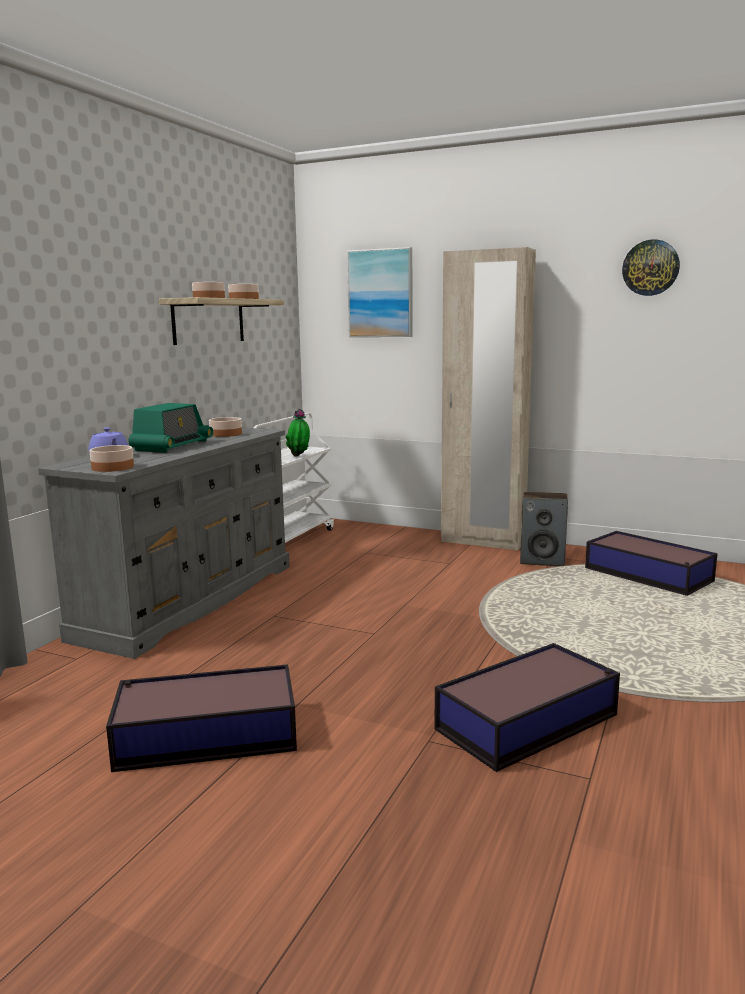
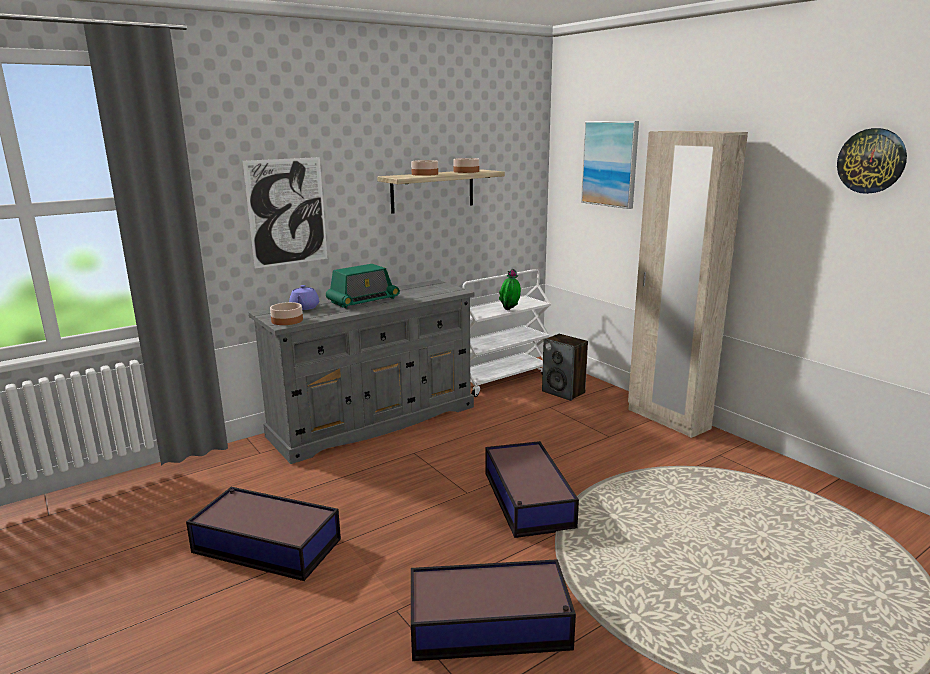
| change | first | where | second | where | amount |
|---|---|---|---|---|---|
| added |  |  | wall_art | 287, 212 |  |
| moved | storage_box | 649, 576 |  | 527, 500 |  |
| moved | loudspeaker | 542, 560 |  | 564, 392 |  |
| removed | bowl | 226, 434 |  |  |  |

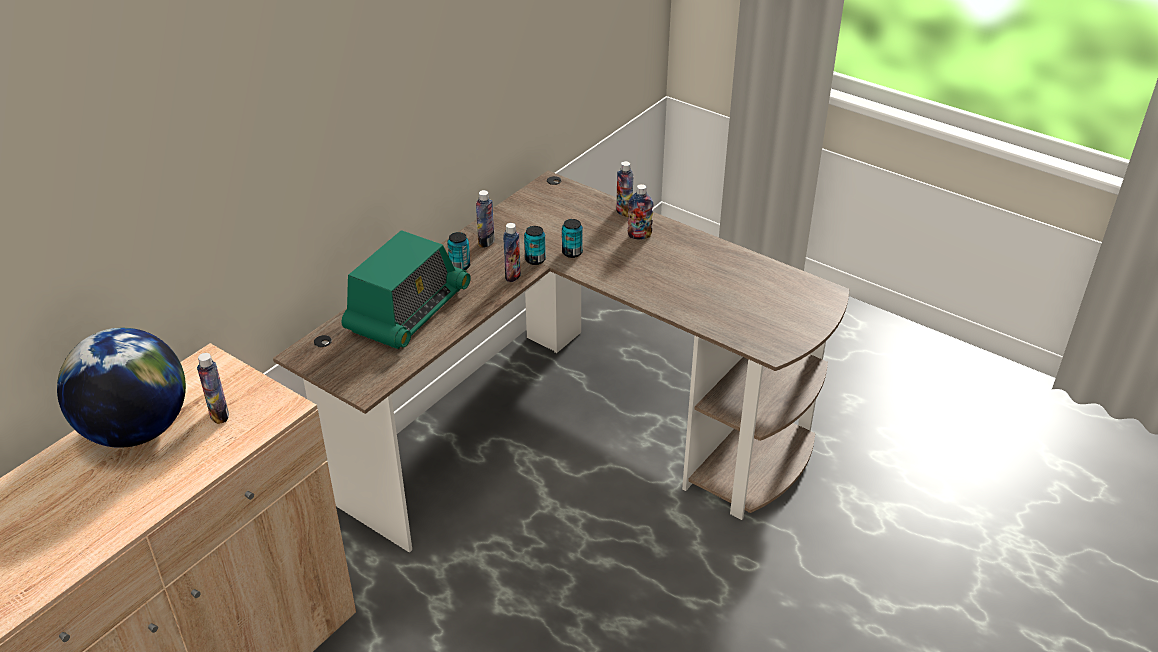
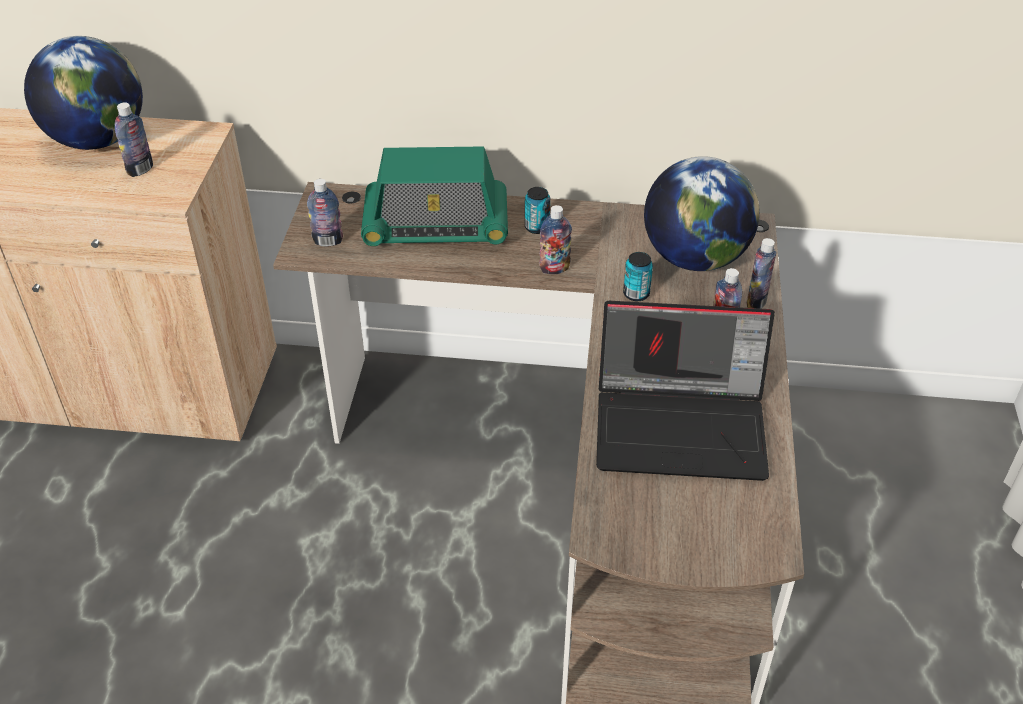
| change | first | where | second | where | amount |
|---|---|---|---|---|---|
| moved | bottle | 486, 242 |  | 328, 241 |  |
| added |  |  | laptop | 682, 426 |  |
| added |  |  | world_globe | 695, 258 |  |
| removed | metal_can | 535, 260 |  |  |  |

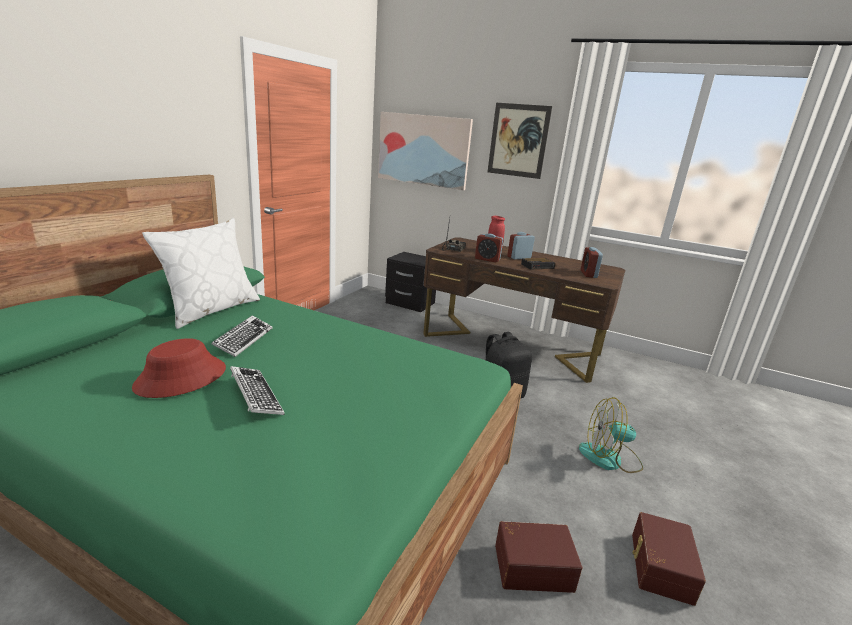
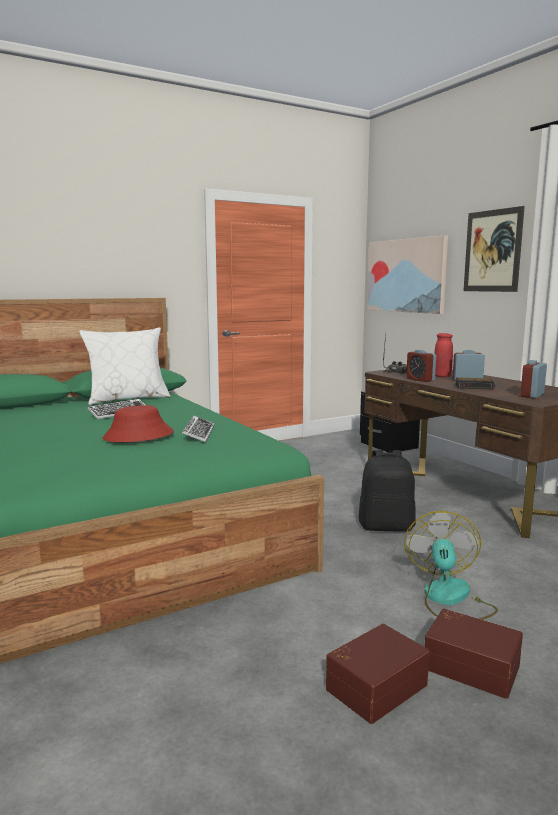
| change | first | where | second | where | amount |
|---|---|---|---|---|---|
| moved | reddish_clothing_hat | 181, 378 |  | 138, 436 |  |
| moved | PC_keyboard | 255, 395 |  | 198, 433 |  |
| turned | fan | 610, 458 |  | 449, 599 | 60 degrees clockwise |
| moved | brown-coloured_storage_box | 533, 565 |  | 471, 665 |  |

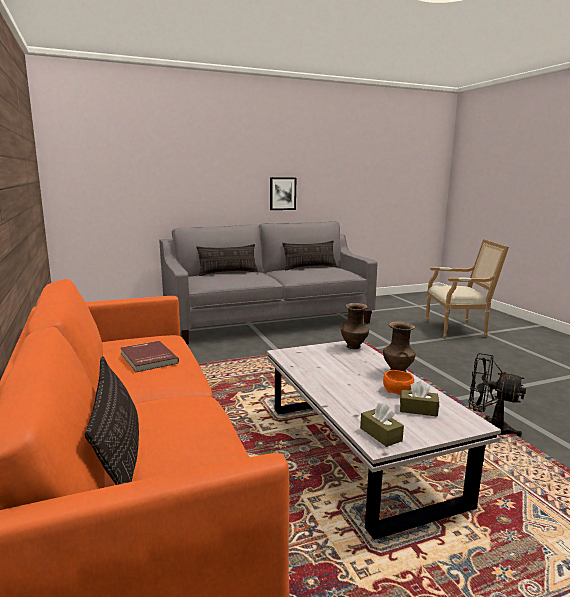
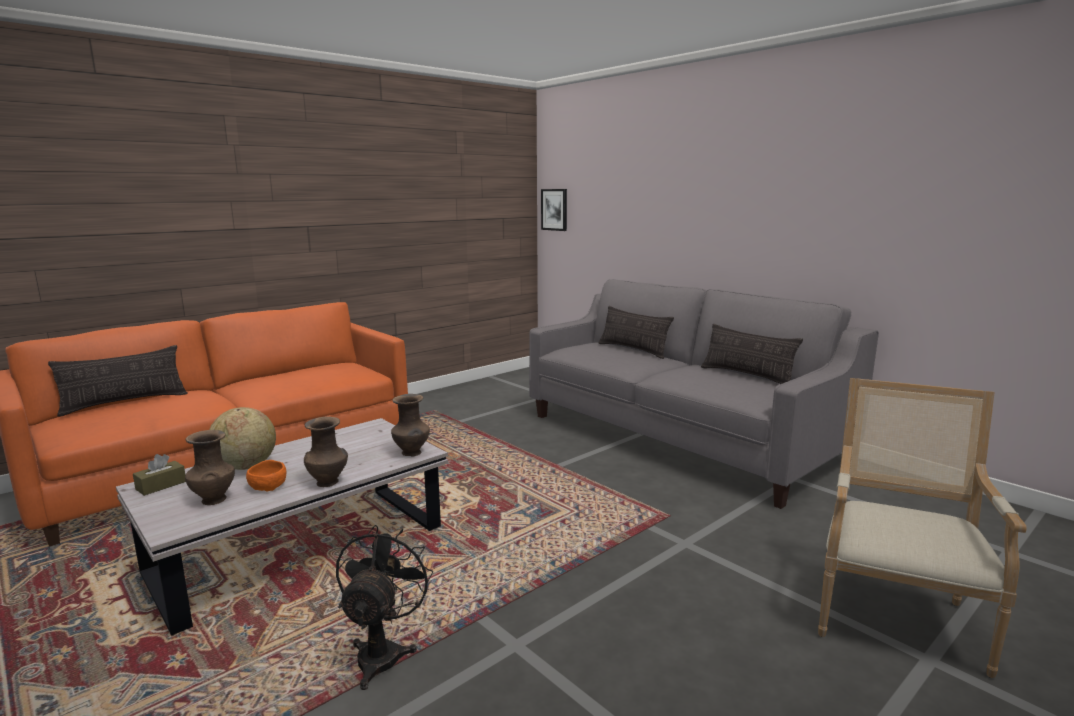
| change | first | where | second | where | amount |
|---|---|---|---|---|---|
| replaced | brown-coloured_tissue_holder | 418, 409 | brown-coloured_decorative_vase | 213, 499 |  |
| added |  |  | world_globe | 245, 466 |  |
| moved | wall_art | 282, 193 |  | 554, 209 |  |
| turned | lounge_chair | 458, 329 |  | 895, 616 | 135 degrees counterclockwise |
| removed | reddish_book | 147, 358 |  |  |  |

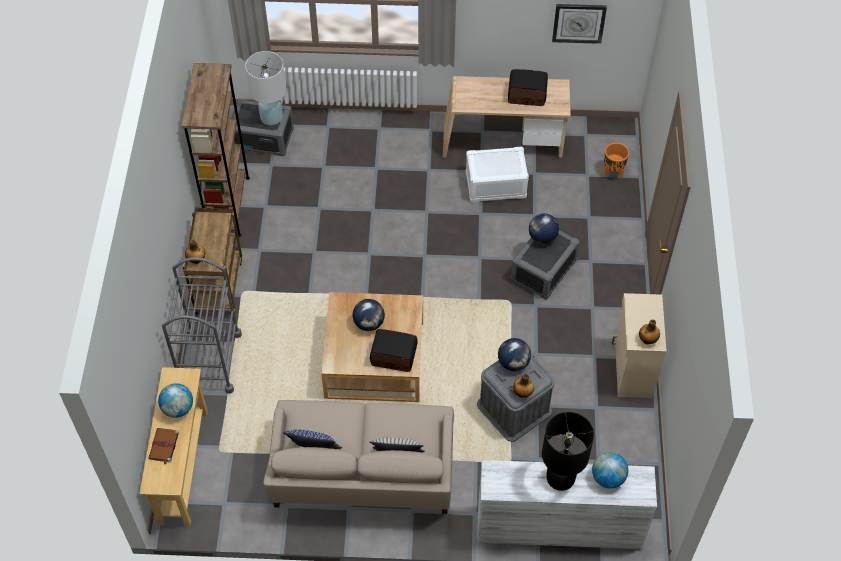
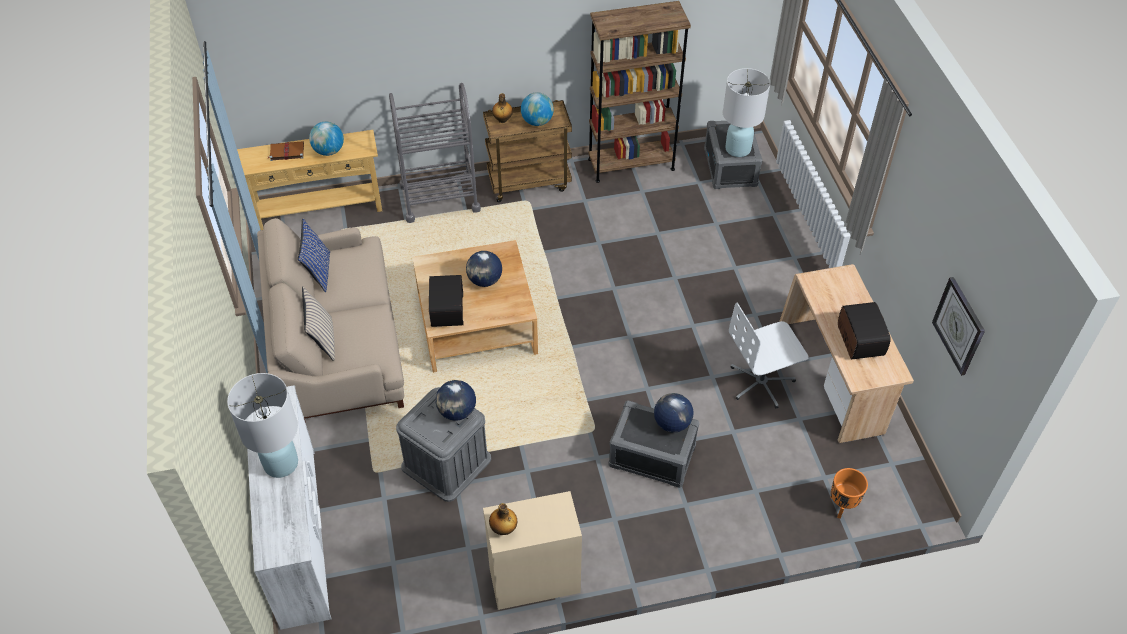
| change | first | where | second | where | amount |
|---|---|---|---|---|---|
| recoloured | black_table_lamp | 560, 478 | white-coloured_table_lamp | 281, 464 |  |
| moved | world_globe | 608, 478 |  | 537, 121 |  |
| replaced | white-coloured_storage_box | 495, 185 | white-coloured_desk_chair | 761, 382 |  |
| removed | bottle | 523, 393 |  |  |  |

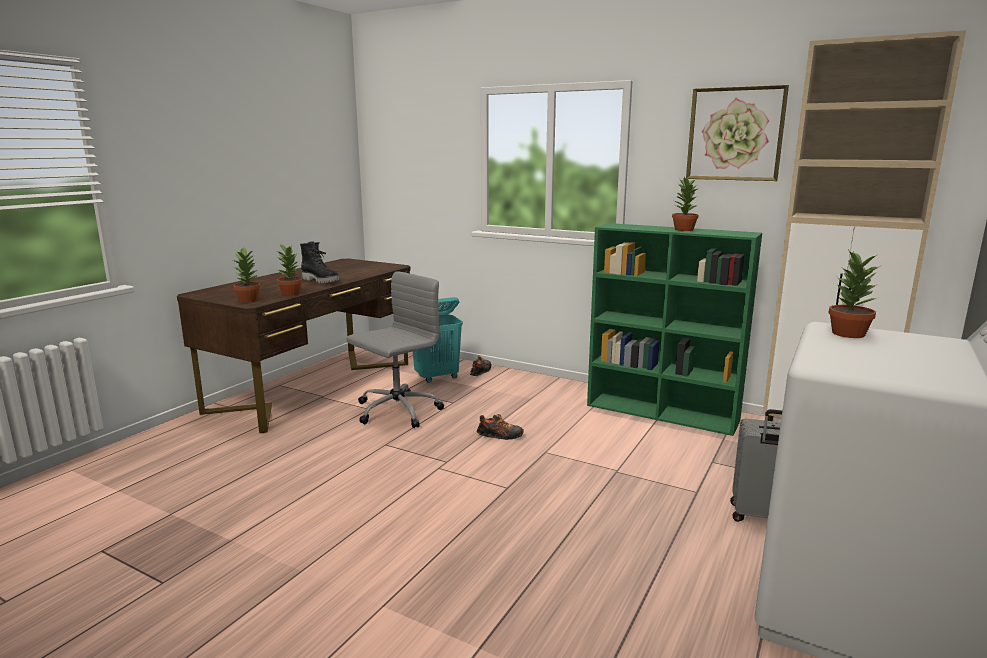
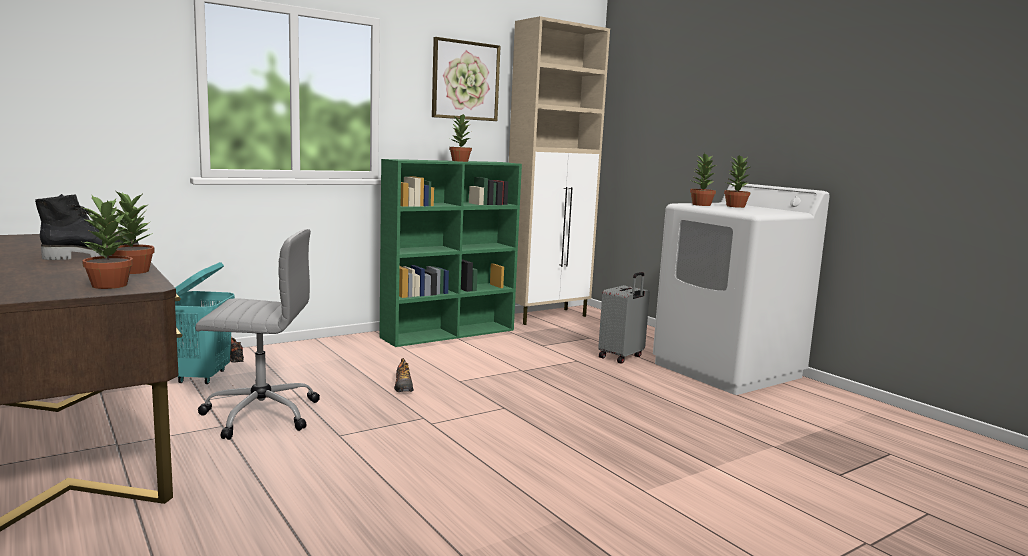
| change | first | where | second | where | amount |
|---|---|---|---|---|---|
| turned | grey_desk_chair | 396, 411 |  | 259, 414 | 105 degrees clockwise |
| turned | low_shoe | 500, 436 |  | 403, 387 | 135 degrees clockwise |
| added |  |  | houseplant | 735, 206 |  |

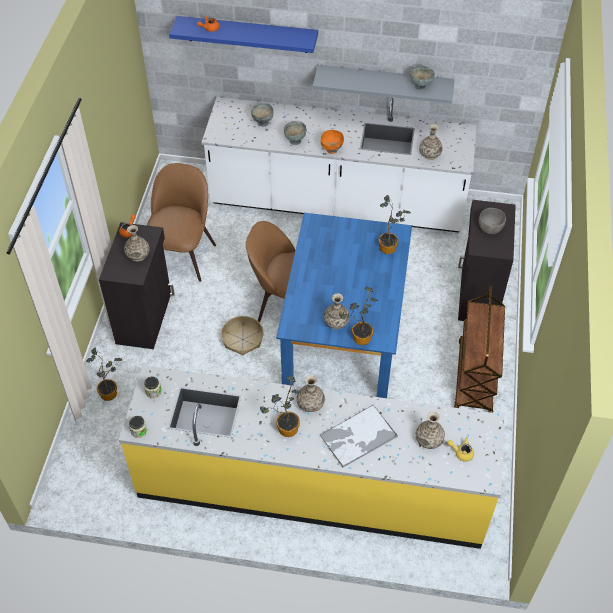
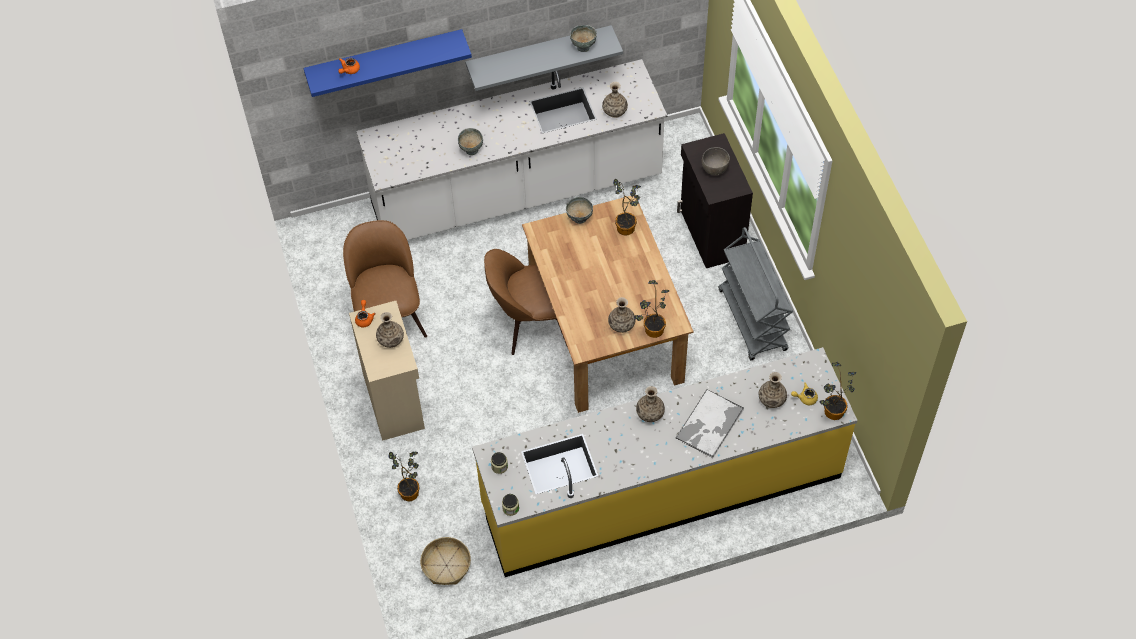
| change | first | where | second | where | amount |
|---|---|---|---|---|---|
| recoloured | black_cabinet | 145, 317 | beige-coloured_cabinet | 394, 400 |  |
| moved | storage_basket | 242, 339 |  | 446, 565 |  |
| recoloured | blue-coloured_dinner_table | 343, 334 | brown-coloured_dinner_table | 604, 330 |  |
| moved | grey_bowl | 262, 122 |  | 579, 218 |  |
| recoloured | brown-coloured_cart | 475, 378 | grey_cart | 753, 320 |  |
| moved | houseplant | 284, 429 |  | 831, 413 |  |
| removed | orangey_bowl | 331, 150 |  |  |  |

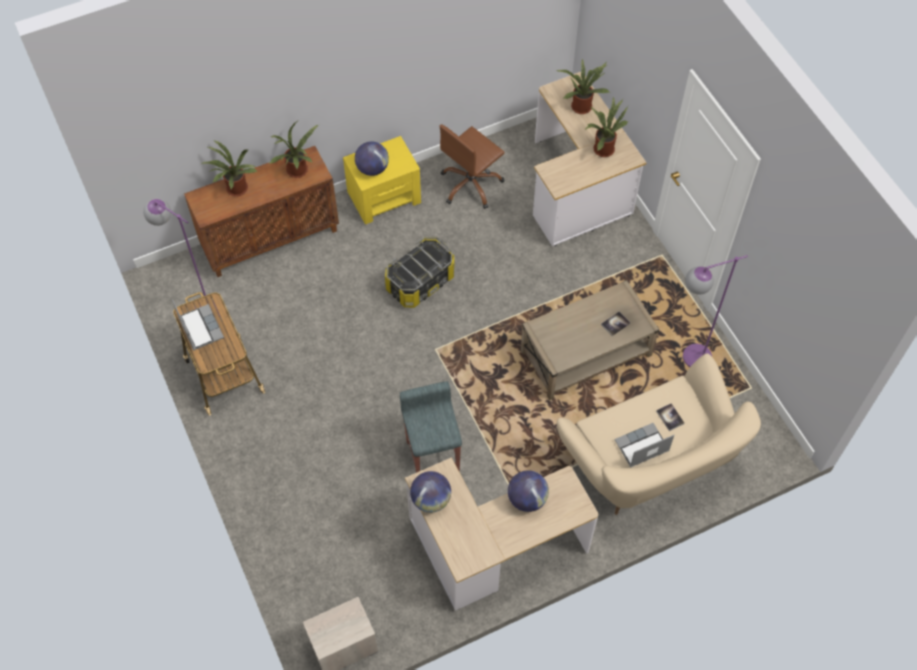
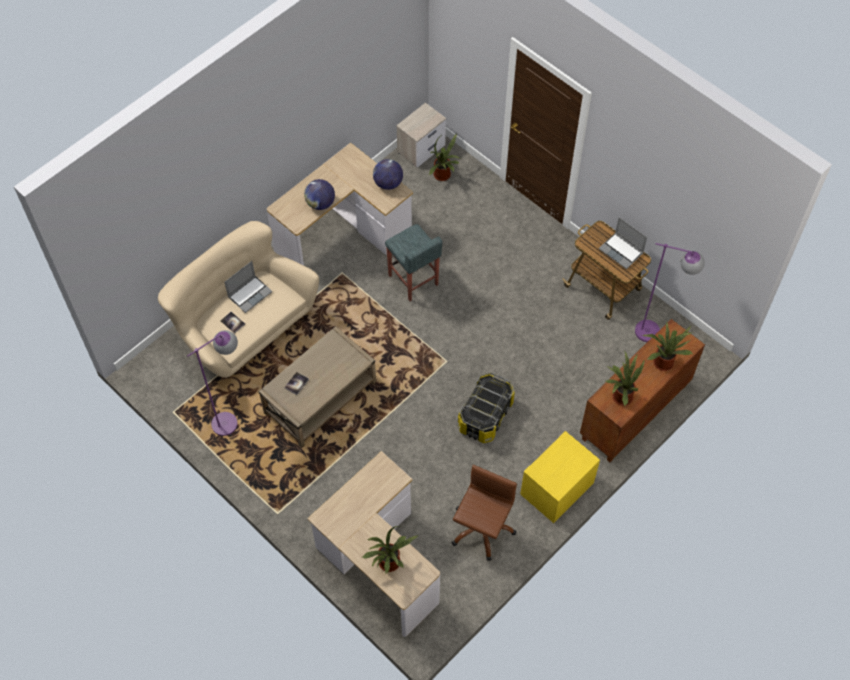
| change | first | where | second | where | amount |
|---|---|---|---|---|---|
| moved | houseplant | 602, 148 |  | 443, 176 |  |
| removed | world_globe | 372, 169 |  |  |  |

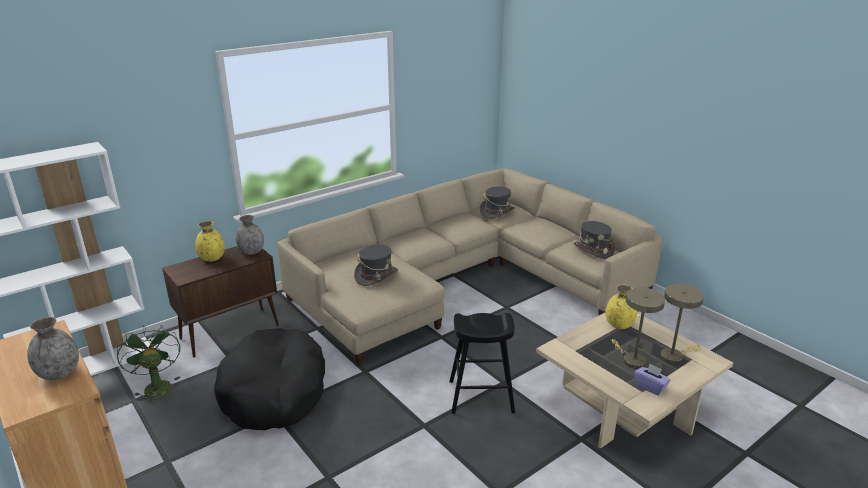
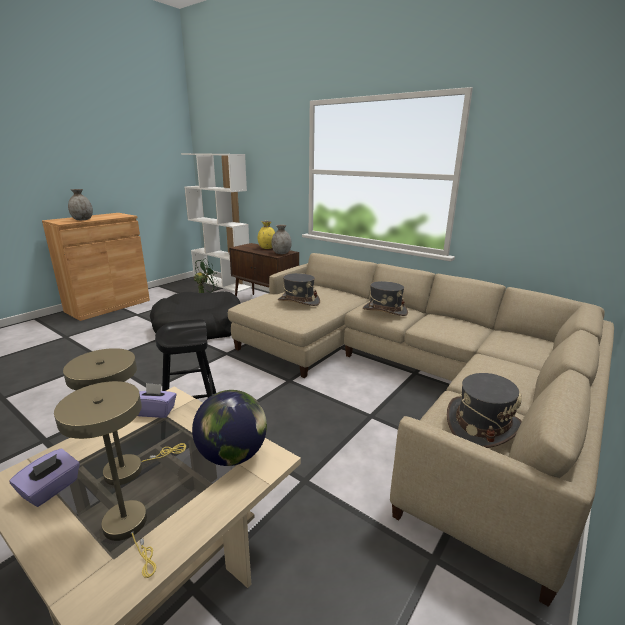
| change | first | where | second | where | amount |
|---|---|---|---|---|---|
| added |  |  | purplish_tissue_holder | 155, 411 |  |
| replaced | yellowish_decorative_vase | 619, 324 | world_globe | 233, 455 |  |
| moved | grey_clothing_hat | 497, 212 |  | 384, 311 |  |

